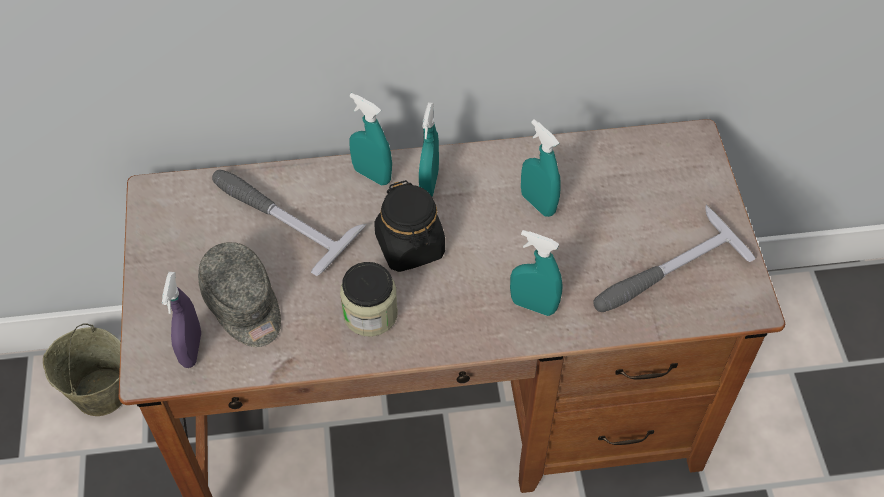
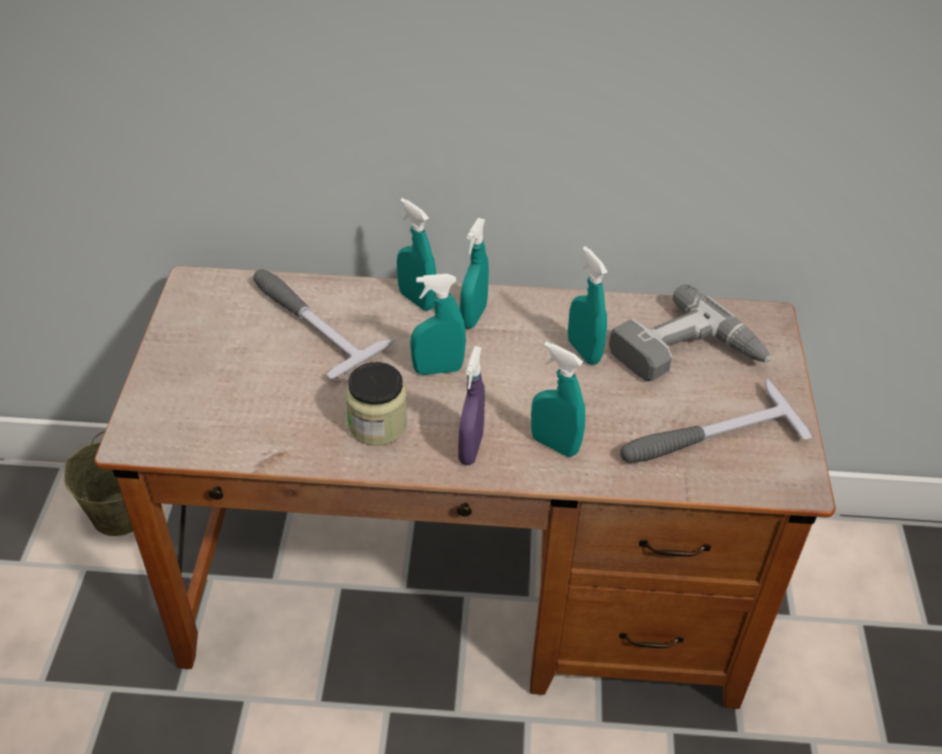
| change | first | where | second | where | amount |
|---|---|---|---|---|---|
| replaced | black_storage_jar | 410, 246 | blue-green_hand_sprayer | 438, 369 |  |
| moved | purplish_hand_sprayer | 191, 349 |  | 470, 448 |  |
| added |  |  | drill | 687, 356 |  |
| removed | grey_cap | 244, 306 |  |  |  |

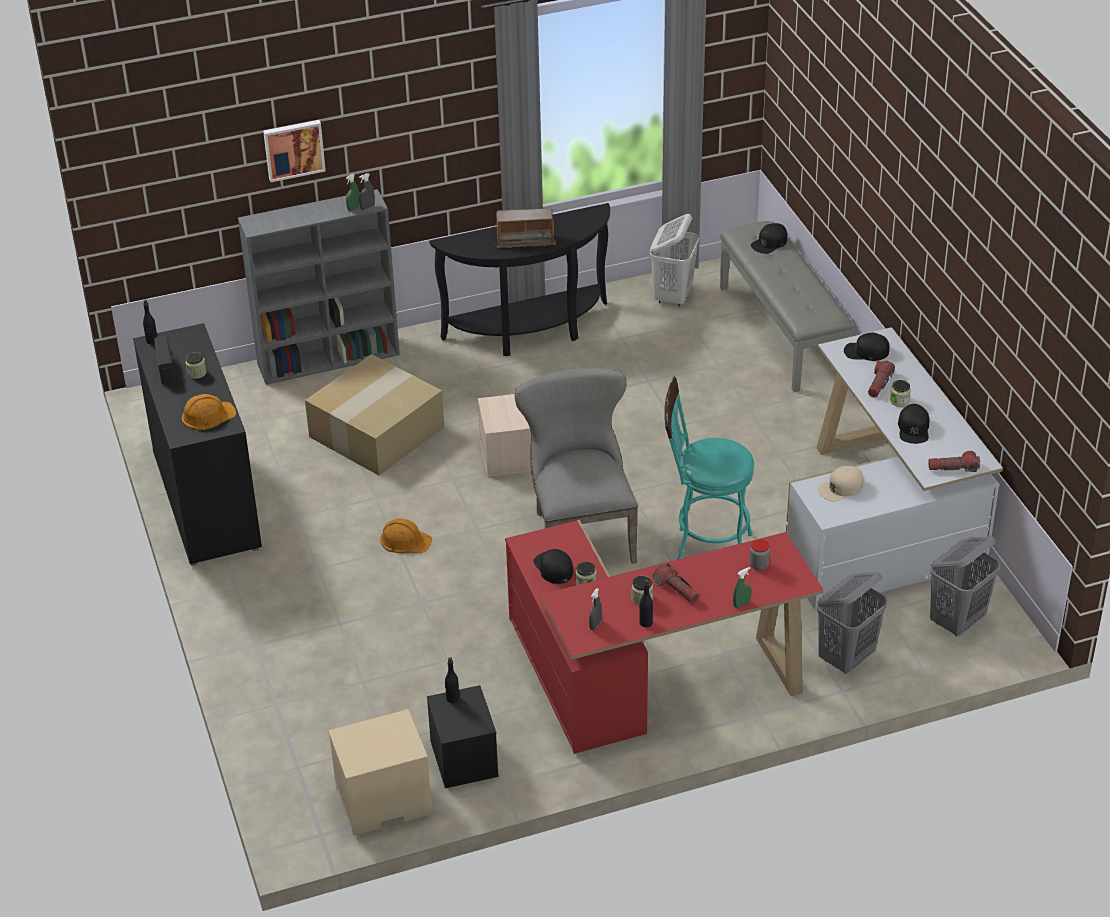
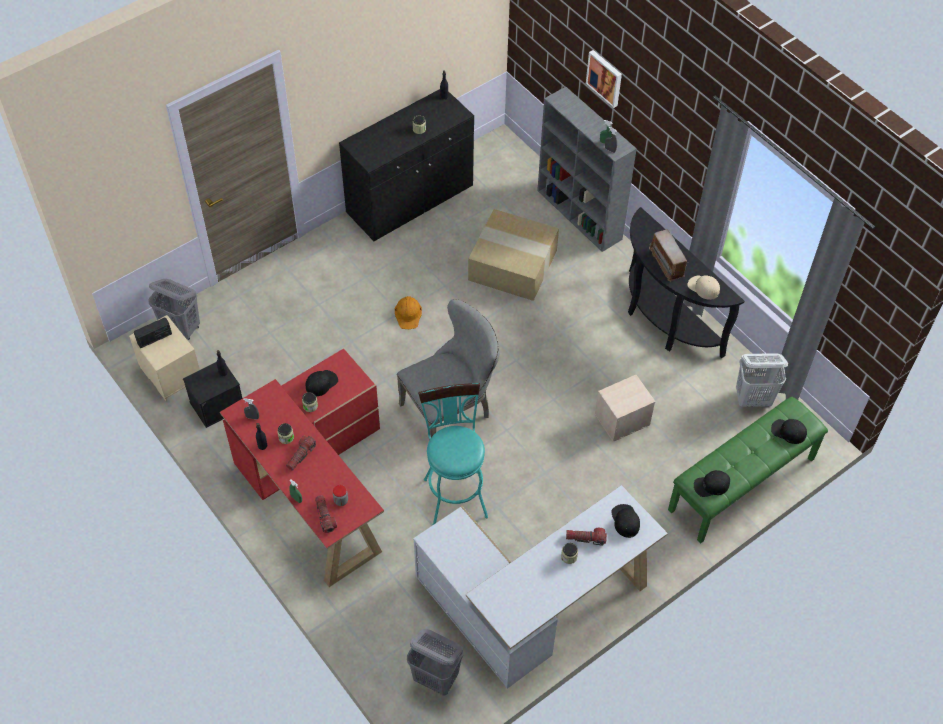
| change | first | where | second | where | amount |
|---|---|---|---|---|---|
| moved | radio | 167, 370 |  | 154, 338 |  |
| moved | grey_washing_basket | 847, 658 |  | 181, 329 |  |
| moved | hand_torch | 953, 468 |  | 325, 516 |  |
| moved | beige-coloured_storage_box | 507, 456 |  | 622, 420 |  |
| recoloured | grey_bench | 782, 332 | greenish_bench | 742, 485 |  |
| moved | beige-coloured_cap | 841, 488 |  | 703, 288 |  |
| moved | black_cap | 913, 428 |  | 711, 485 |  |
| removed | orangey_safety_helmet | 208, 415 |  |  |  |

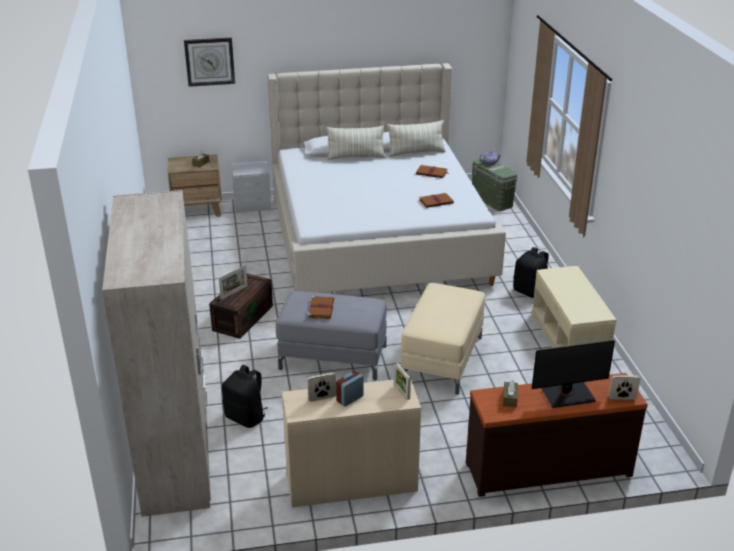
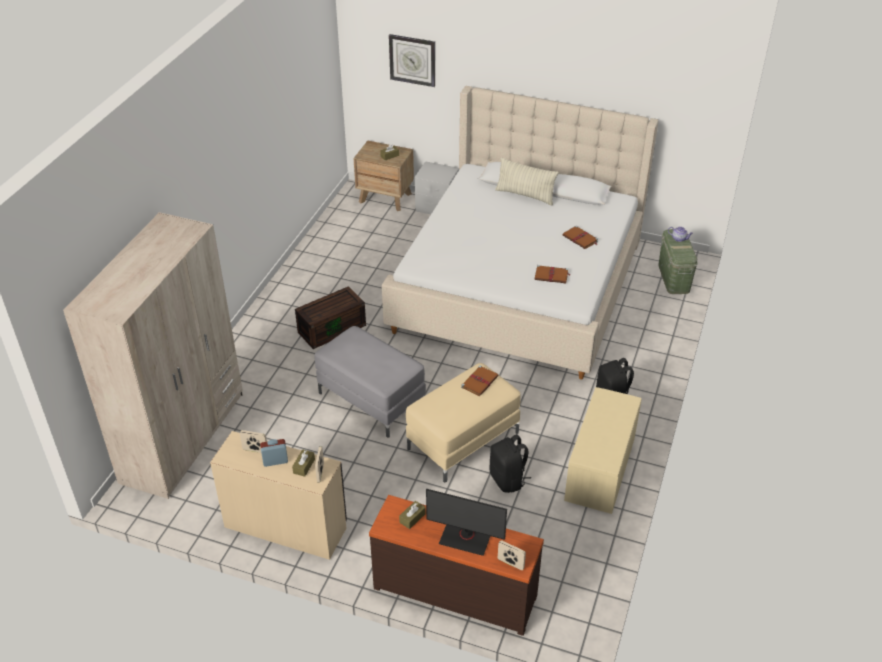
| change | first | where | second | where | amount |
|---|---|---|---|---|---|
| added |  |  | brown-coloured_tissue_holder | 304, 466 |  |
| moved | brown-coloured_book | 321, 308 |  | 480, 381 |  |
| moved | black_backpack | 246, 417 |  | 508, 480 |  |
| removed | picture_frame | 234, 292 |  |  |  |
| removed | cushion | 416, 153 |  |  |  |

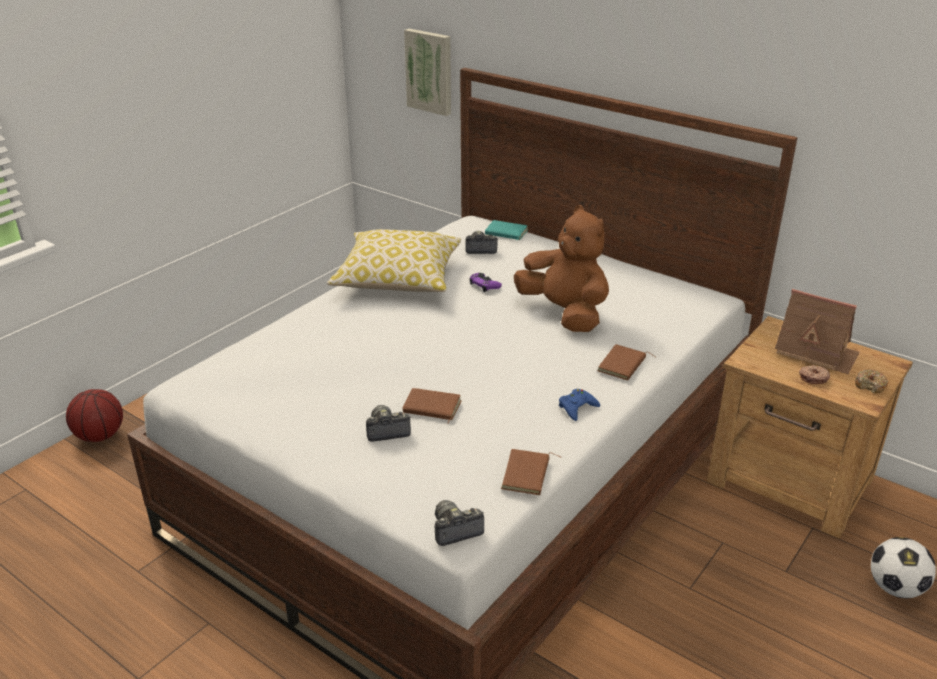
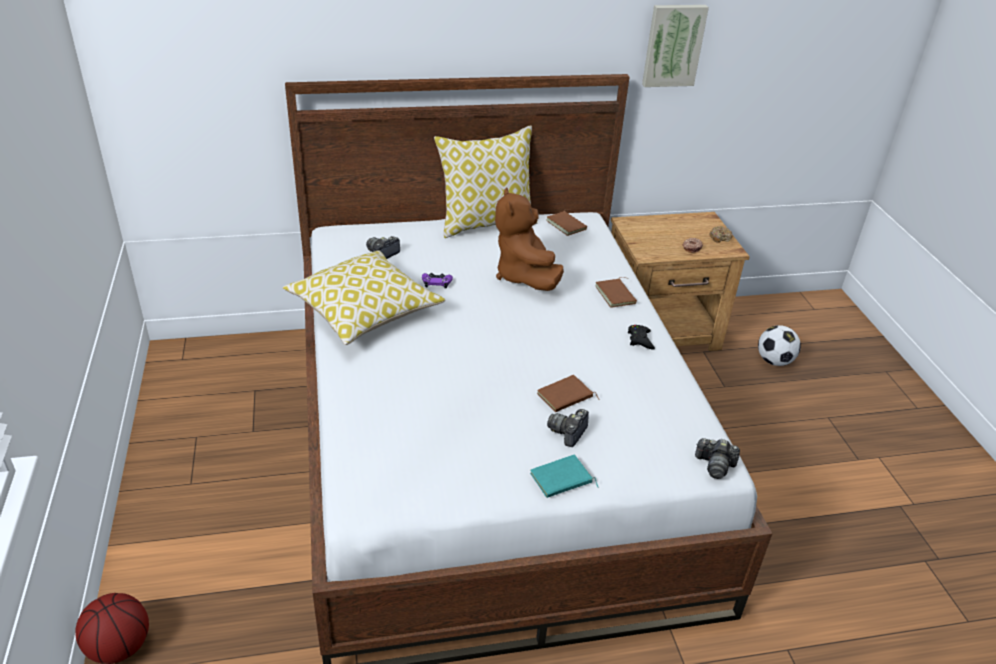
| change | first | where | second | where | amount |
|---|---|---|---|---|---|
| added |  |  | cushion | 486, 223 |  |
| turned | brown-coloured_cuddly_toy | 564, 313 |  | 524, 276 | 105 degrees counterclockwise |
| moved | blue-green_book | 505, 233 |  | 561, 480 |  |
| moved | brown-coloured_book | 527, 475 |  | 567, 225 |  |
| recoloured | blue-coloured_gamepad | 577, 407 | black_gamepad | 640, 340 |  |
| moved | wall_art | 430, 71 |  | 673, 45 |  |
| turned | still_camera | 455, 530 |  | 715, 465 | 90 degrees counterclockwise |
| removed | toy_house | 816, 352 |  |  |  |

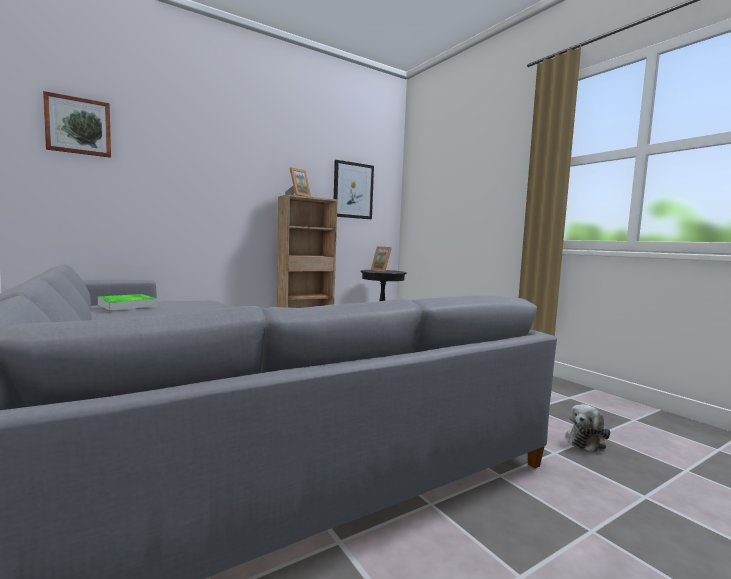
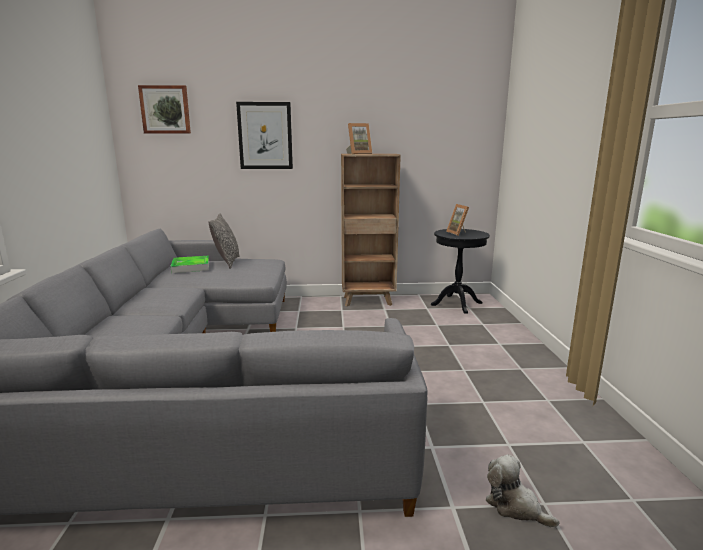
| change | first | where | second | where | amount |
|---|---|---|---|---|---|
| added |  |  | cushion | 227, 262 |  |
| moved | wall_art | 353, 190 |  | 265, 136 |  |
| turned | cuddly_toy | 586, 441 |  | 515, 506 | 60 degrees clockwise |

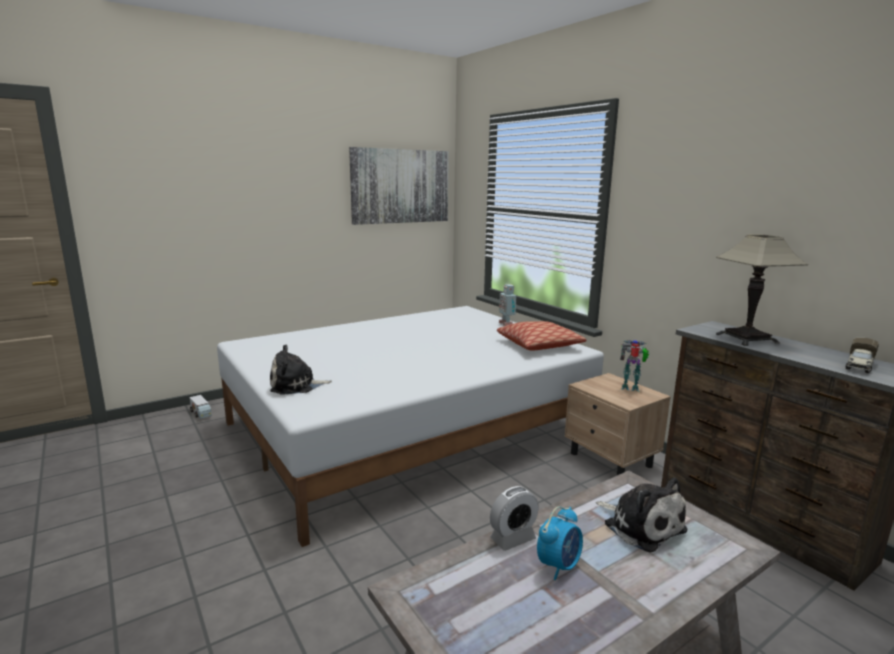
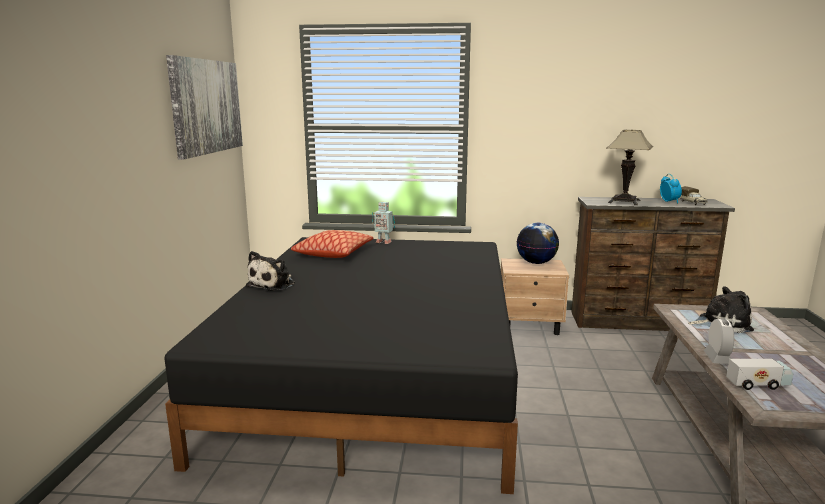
| change | first | where | second | where | amount |
|---|---|---|---|---|---|
| recoloured | white-coloured_bedroom_bed | 409, 429 | black_bedroom_bed | 377, 372 |  |
| moved | cuddly_toy | 296, 386 |  | 273, 284 |  |
| moved | cushion | 539, 345 |  | 333, 253 |  |
| replaced | robot_figure | 631, 388 | world_globe | 536, 263 |  |
| moved | bedside_clock | 559, 565 |  | 669, 201 |  |
| moved | toy_lorry | 201, 414 |  | 758, 384 |  |

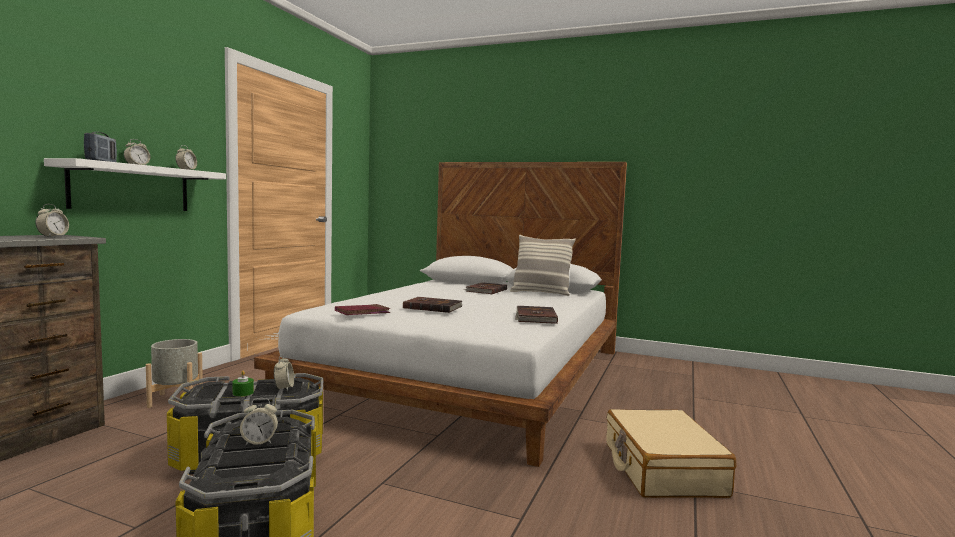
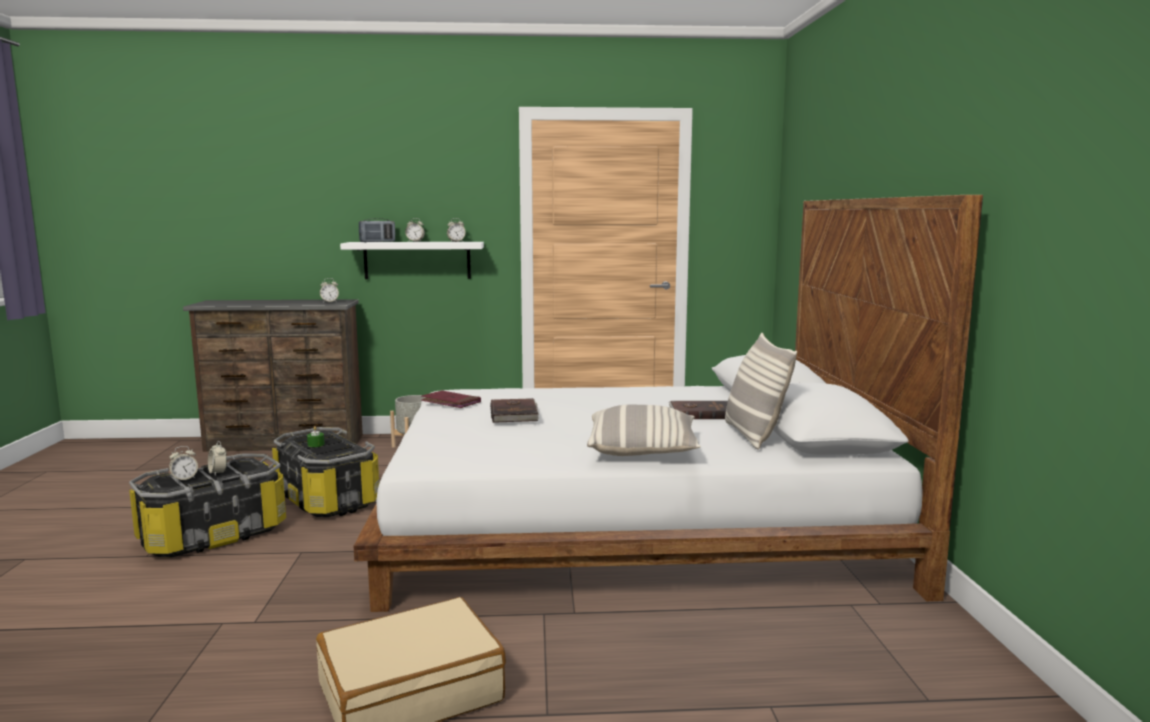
| change | first | where | second | where | amount |
|---|---|---|---|---|---|
| moved | bedside_clock | 284, 388 |  | 184, 479 |  |
| added |  |  | cushion | 642, 450 |  |
| removed | brown-coloured_book | 535, 317 |  |  |  |

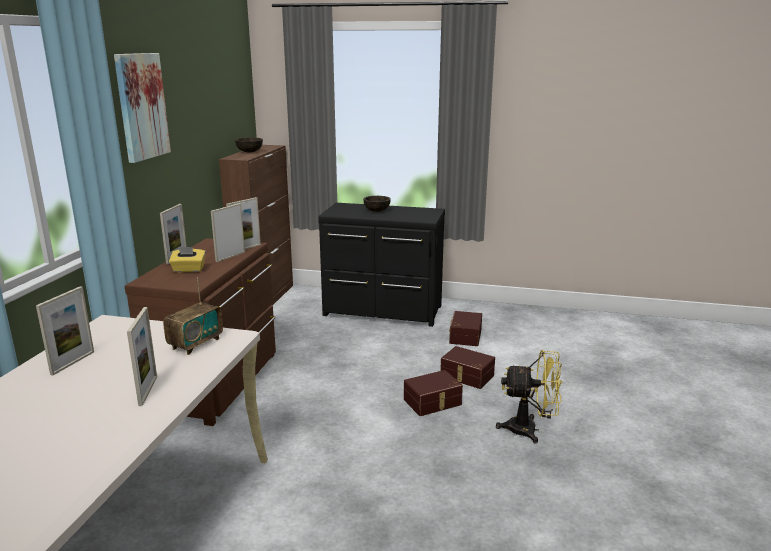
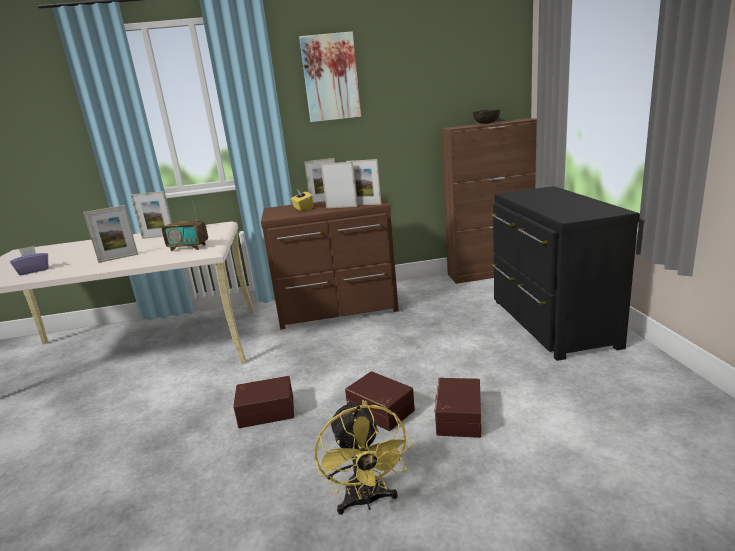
| change | first | where | second | where | amount |
|---|---|---|---|---|---|
| added |  |  | purplish_tissue_holder | 34, 270 |  |
| moved | brown-coloured_storage_box | 464, 336 |  | 266, 410 |  |
| removed | brown-coloured_bowl | 377, 211 |  |  |  |

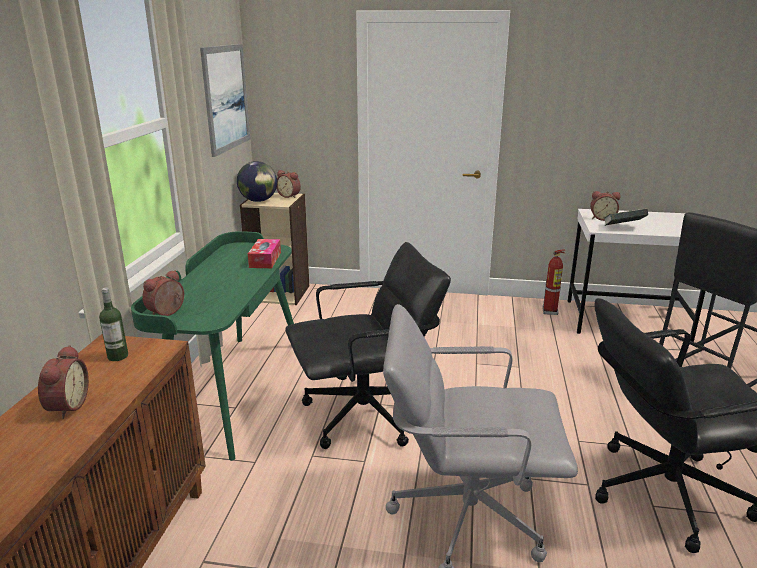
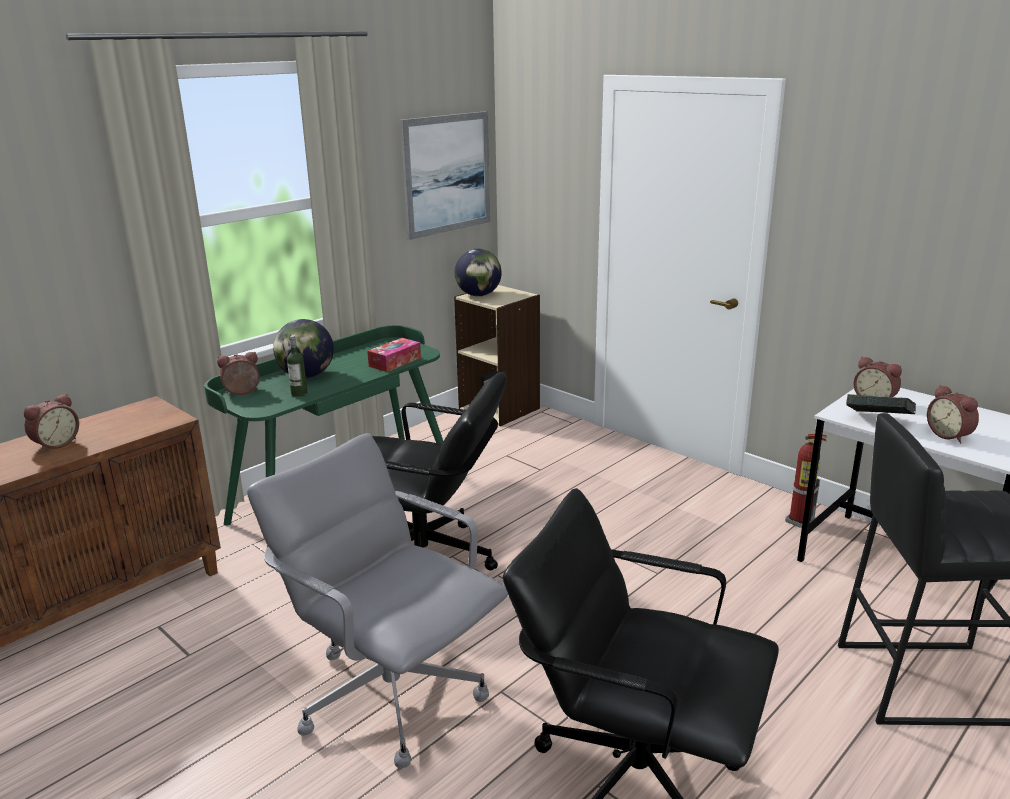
| change | first | where | second | where | amount |
|---|---|---|---|---|---|
| added |  |  | world_globe | 306, 376 |  |
| moved | bottle | 118, 356 |  | 299, 393 |  |
| moved | bedside_clock | 289, 196 |  | 950, 435 |  |

